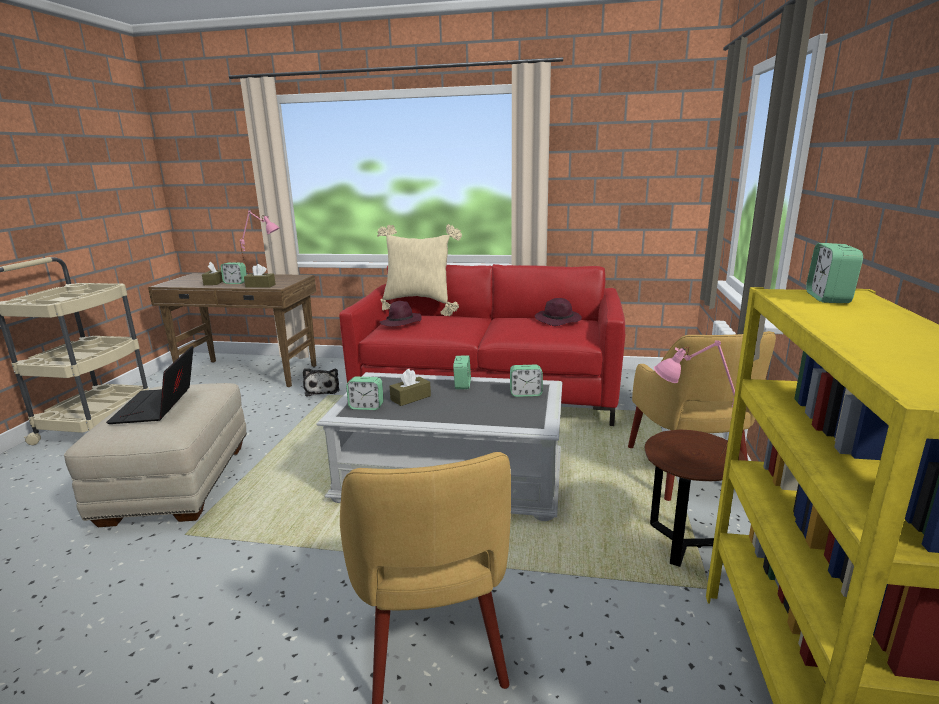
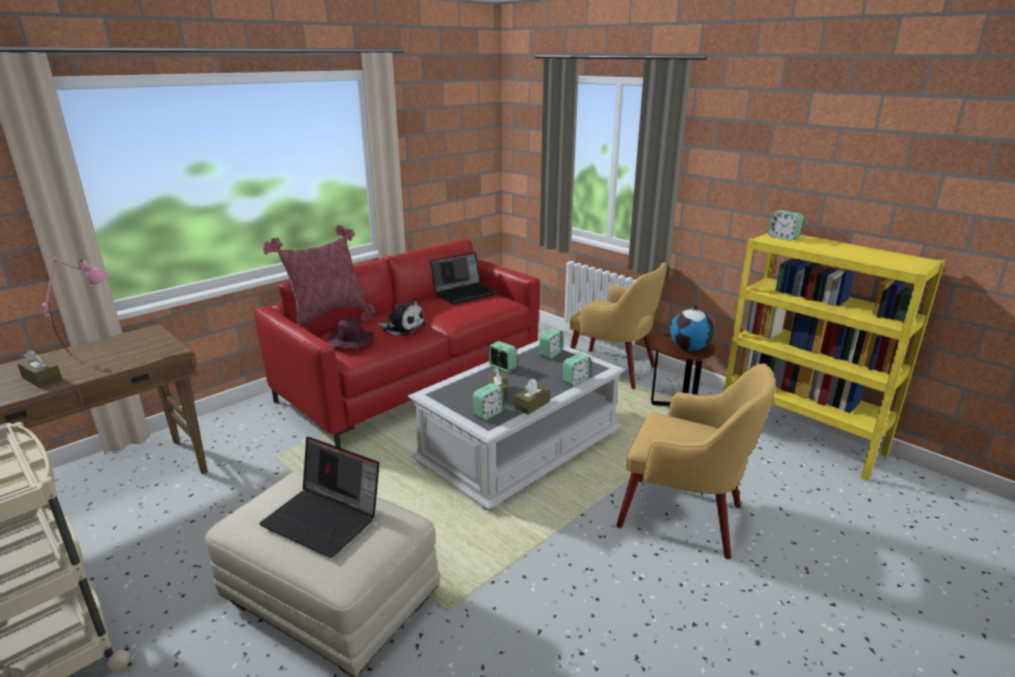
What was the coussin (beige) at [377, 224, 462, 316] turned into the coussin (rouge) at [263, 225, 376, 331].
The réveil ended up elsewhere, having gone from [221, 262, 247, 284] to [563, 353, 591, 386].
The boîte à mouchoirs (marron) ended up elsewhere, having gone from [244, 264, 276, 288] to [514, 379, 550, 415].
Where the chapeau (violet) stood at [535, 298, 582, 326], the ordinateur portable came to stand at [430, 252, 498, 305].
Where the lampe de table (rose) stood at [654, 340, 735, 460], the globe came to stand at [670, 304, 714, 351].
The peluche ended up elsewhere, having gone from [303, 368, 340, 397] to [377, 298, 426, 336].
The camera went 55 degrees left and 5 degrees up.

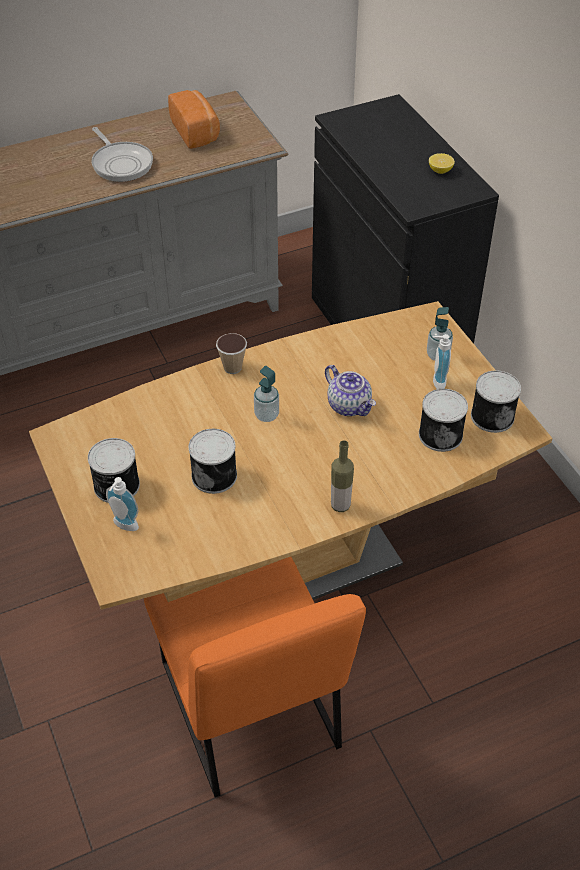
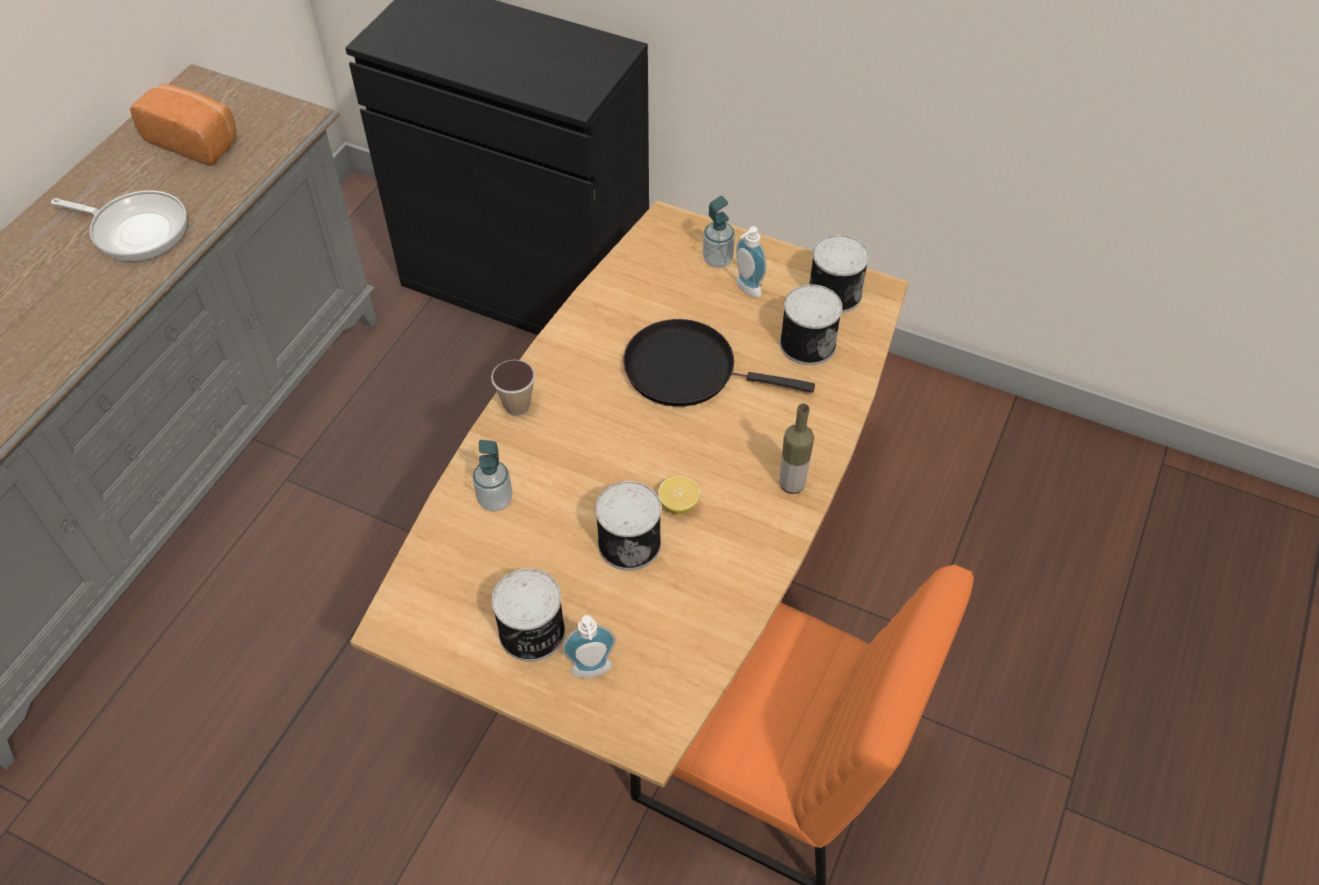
The citron ended up elsewhere, having gone from [429, 153, 455, 174] to [658, 476, 700, 514].
Where the théière stood at [325, 365, 376, 416], the poêle (noir) came to stand at [623, 319, 815, 407].
The distributeur de savon ended up elsewhere, having gone from [254, 366, 279, 422] to [473, 440, 513, 512].
The camera went 40 degrees left and 5 degrees up.

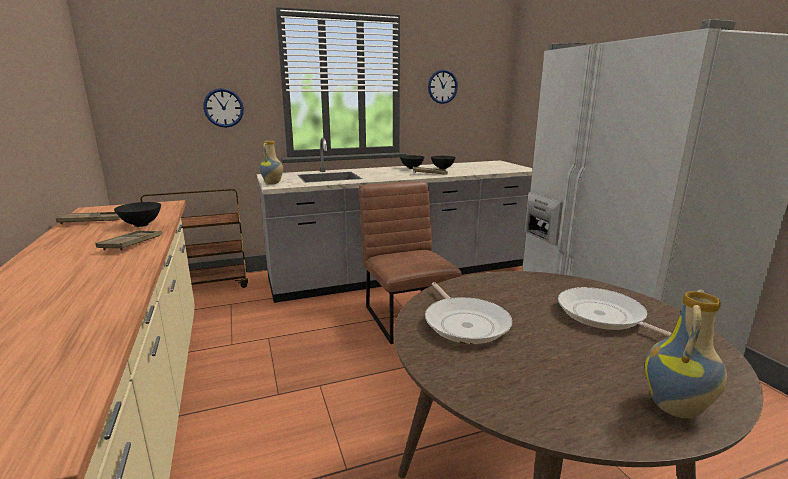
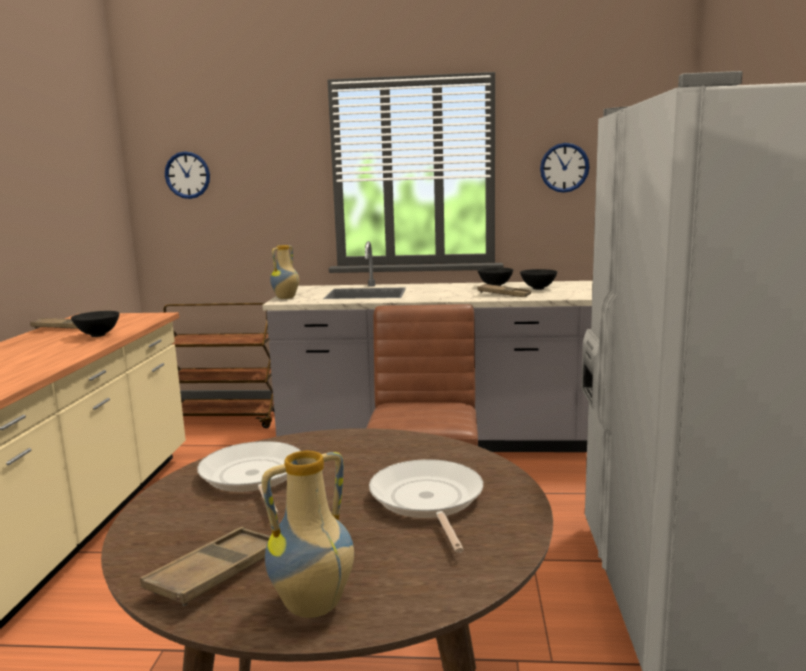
The horloge murale ended up elsewhere, having gone from [204, 88, 244, 128] to [165, 151, 210, 199].
The plateau (marron) ended up elsewhere, having gone from [95, 230, 162, 251] to [140, 527, 270, 606].
The poêle at [425, 282, 512, 344] ended up facing another way, 150 degrees clockwise from before.
The camera went 25 degrees right and 5 degrees down.

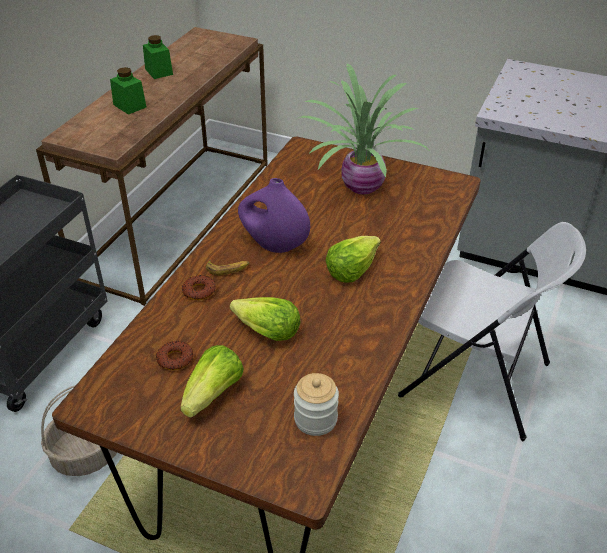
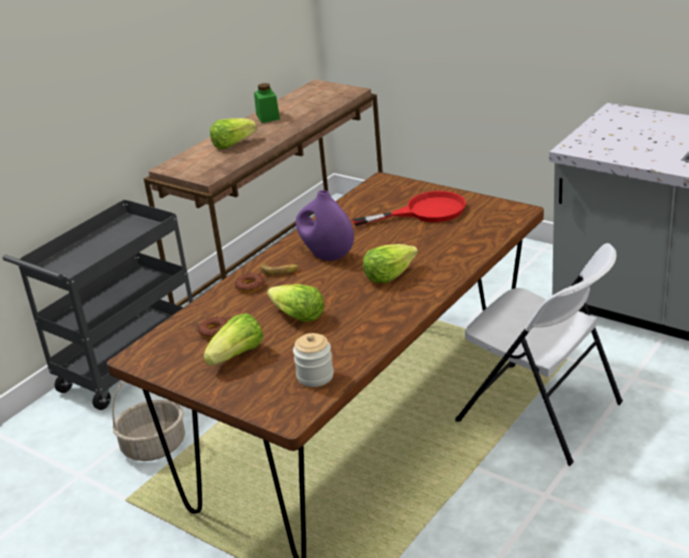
Where the plante en pot stood at [299, 64, 430, 194], the poêle (rouge) came to stand at [352, 191, 466, 226].
Where the bocal (vert) stood at [110, 67, 146, 115], the laitue came to stand at [210, 118, 257, 149].
The camera went 15 degrees right and 10 degrees down.

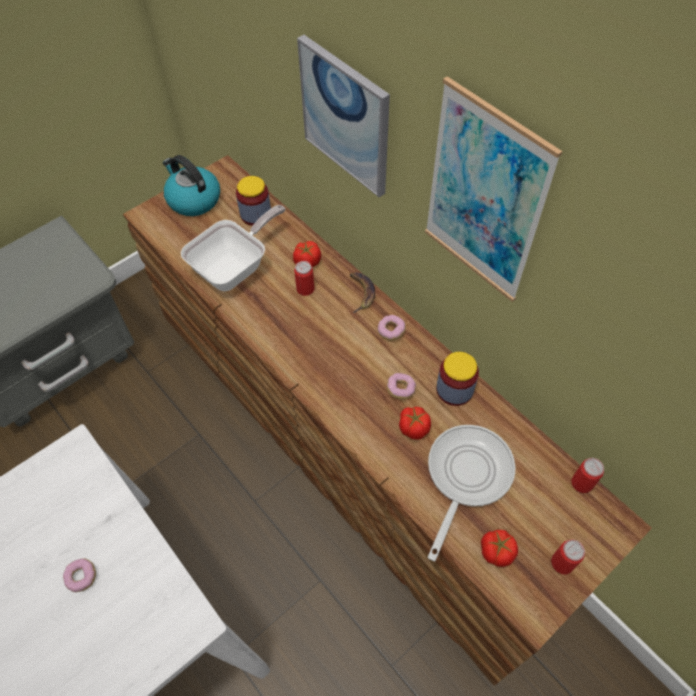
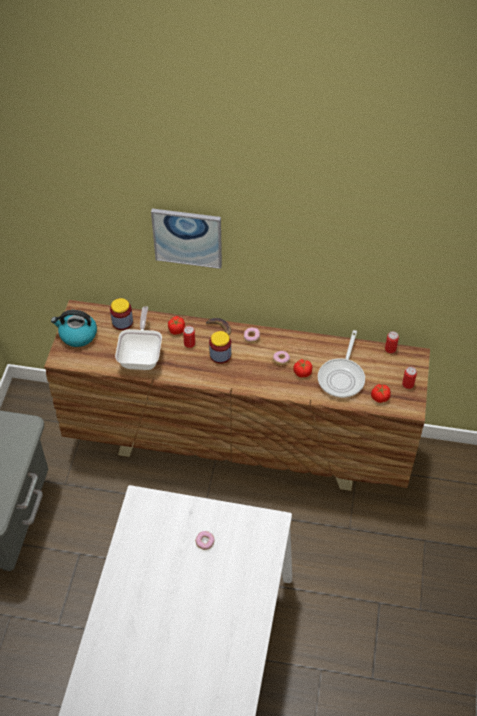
The second view lost the tableau at [425, 76, 563, 302].
The bocal ended up elsewhere, having gone from [436, 352, 479, 406] to [209, 331, 231, 364].
The poêle at [428, 425, 515, 561] ended up facing another way, 150 degrees counterclockwise from before.
The camera went 40 degrees left and 5 degrees down.

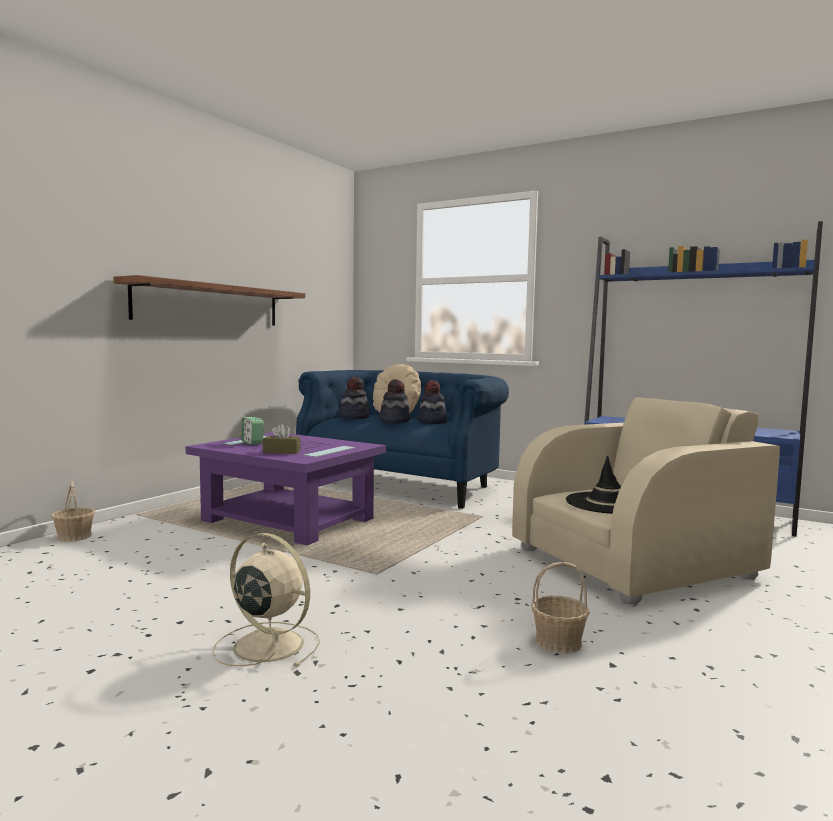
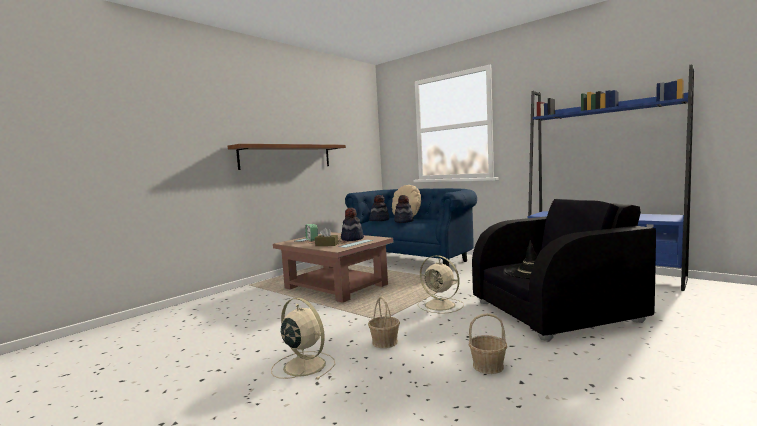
The chapeau ended up elsewhere, having gone from [417, 380, 447, 424] to [341, 208, 364, 241].
What was the fauteuil (beige) at [512, 397, 780, 605] turned into the fauteuil (noir) at [472, 199, 656, 341].
What was the table basse (violet) at [186, 432, 386, 545] turned into the table basse (marron) at [273, 232, 394, 303].
The panier ended up elsewhere, having gone from [51, 482, 95, 542] to [368, 297, 400, 348].
The second view gained the ventilateur (beige) at [418, 255, 464, 314].
The camera went 10 degrees right and 0 degrees up.

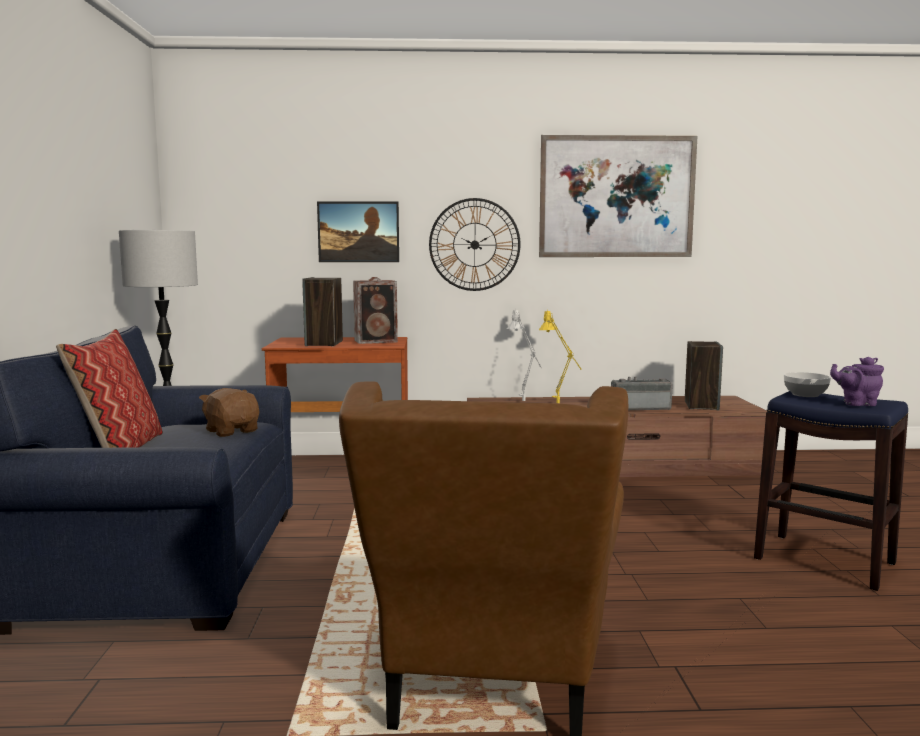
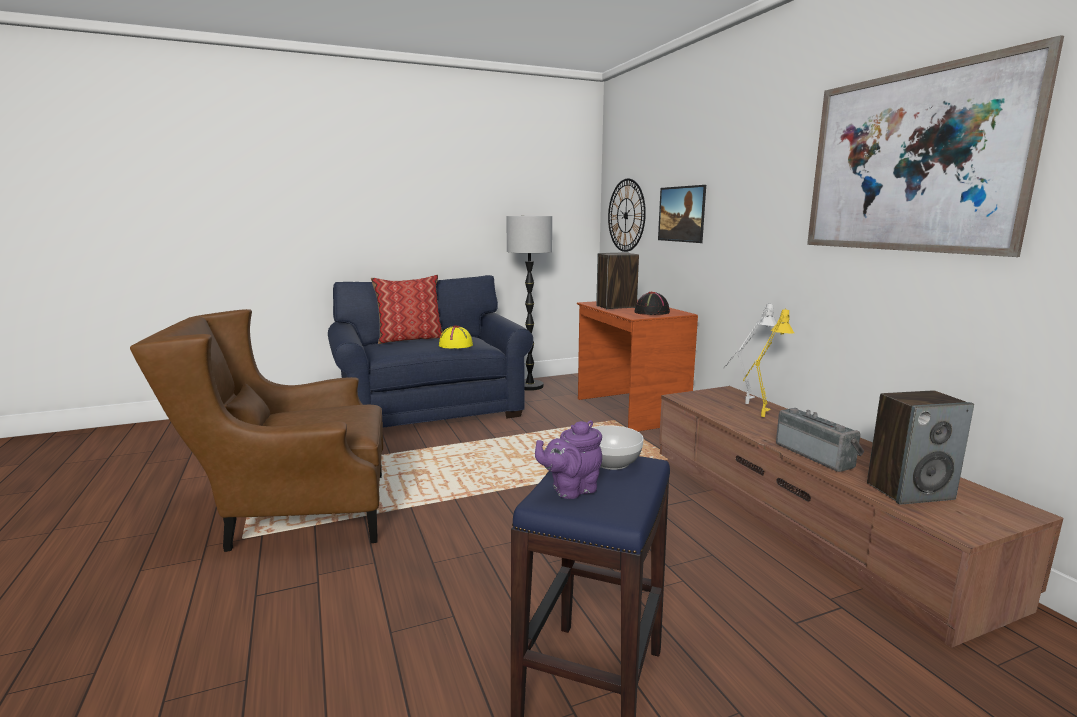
The horloge murale ended up elsewhere, having gone from [429, 198, 521, 291] to [608, 179, 646, 252].
Where the enceinte stood at [353, 277, 398, 344], the chapeau (noir) came to stand at [634, 291, 670, 315].
The théière (violet) at [830, 357, 884, 406] ended up facing another way, 105 degrees counterclockwise from before.
Where the peluche (marron) stood at [199, 388, 260, 437], the chapeau (jaune) came to stand at [439, 325, 473, 349].
The camera went 70 degrees right and 5 degrees up.

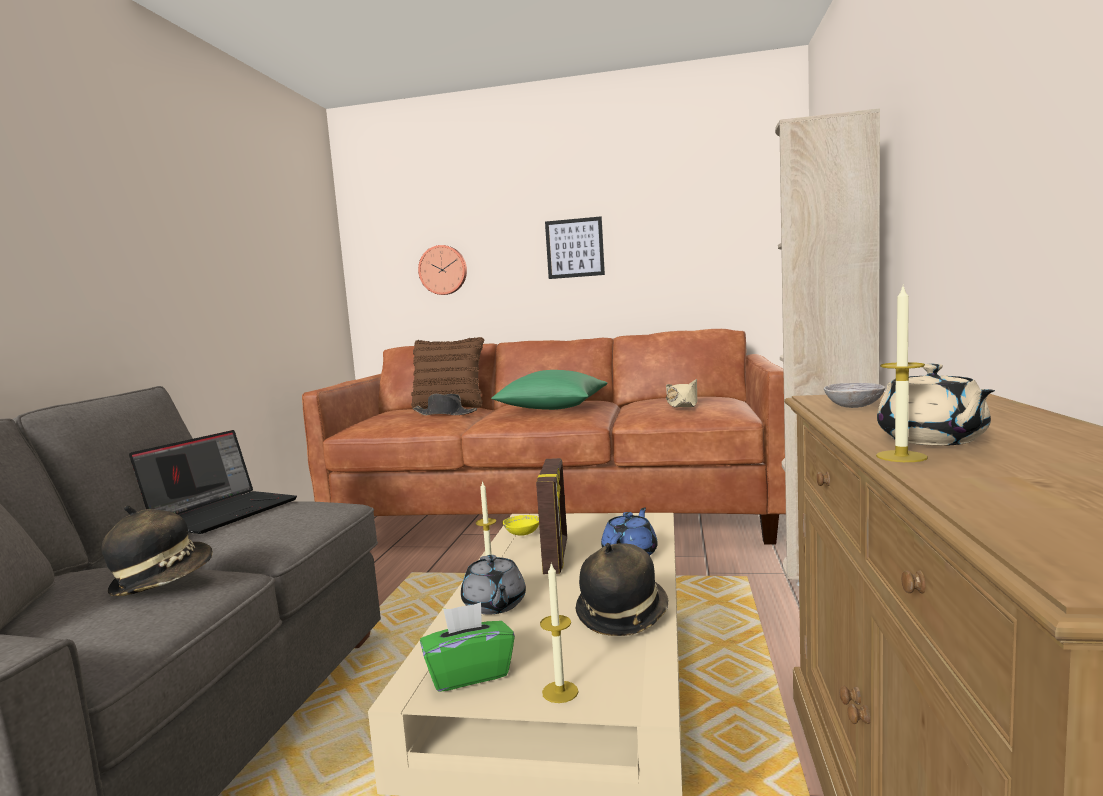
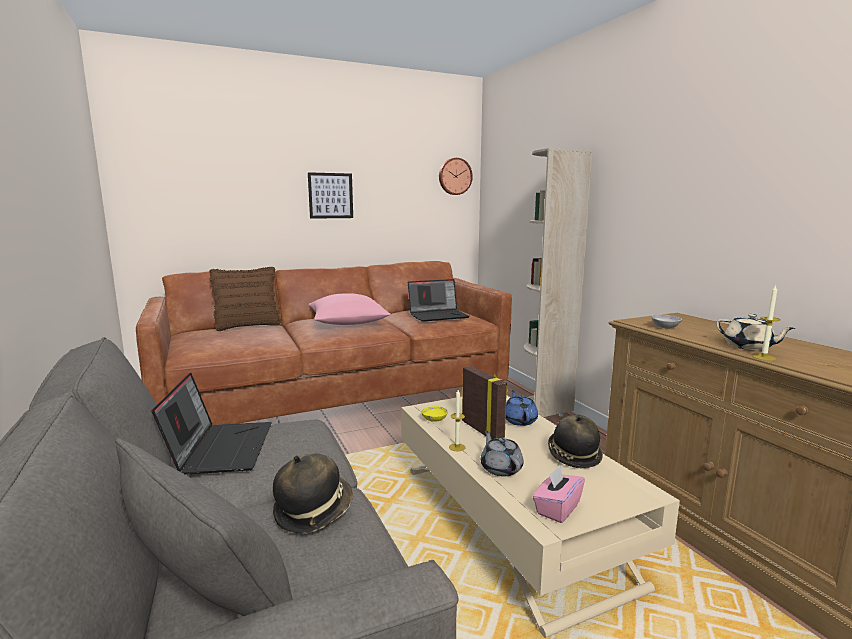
The horloge murale ended up elsewhere, having gone from [418, 245, 467, 295] to [439, 158, 473, 195].
What was the coussin (vert) at [491, 370, 608, 410] turned into the coussin (rose) at [308, 293, 391, 325].
Where the chapeau (beige) stood at [666, 379, 697, 408], the ordinateur portable came to stand at [408, 279, 470, 322].
The second view lost the chapeau (noir) at [413, 394, 477, 415].
The théière (gris) at [461, 555, 526, 614] ended up facing another way, 150 degrees counterclockwise from before.
The second view lost the bougie at [540, 562, 578, 703].
What was the boîte à mouchoirs (vert) at [420, 602, 515, 692] turned into the boîte à mouchoirs (rose) at [533, 466, 585, 523].
The camera went 35 degrees left and 5 degrees up.

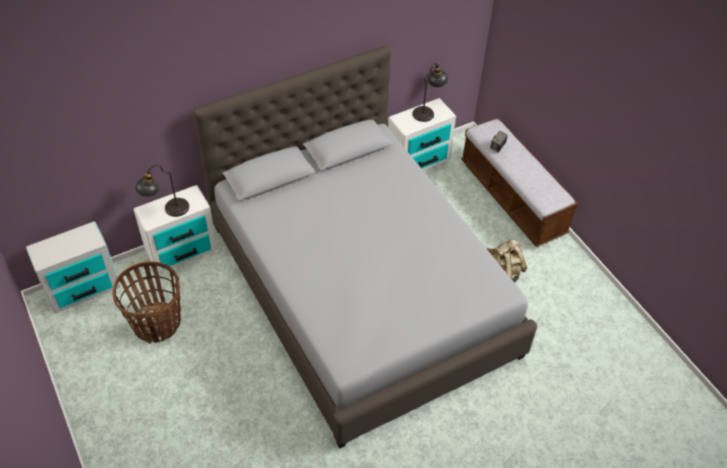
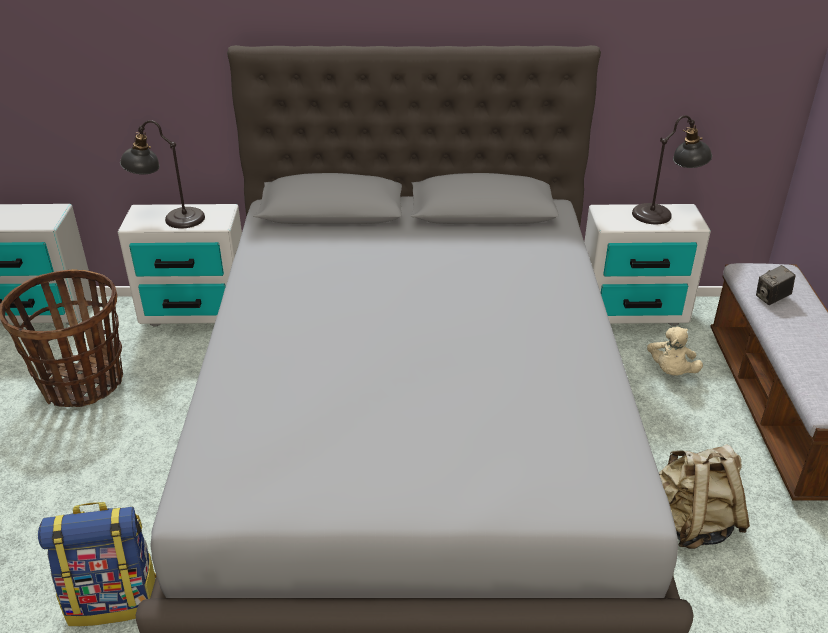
The second view gained the peluche (beige) at [647, 327, 703, 375].
The second view gained the sac à dos at [38, 502, 156, 626].
The camera went 30 degrees right and 15 degrees down.

